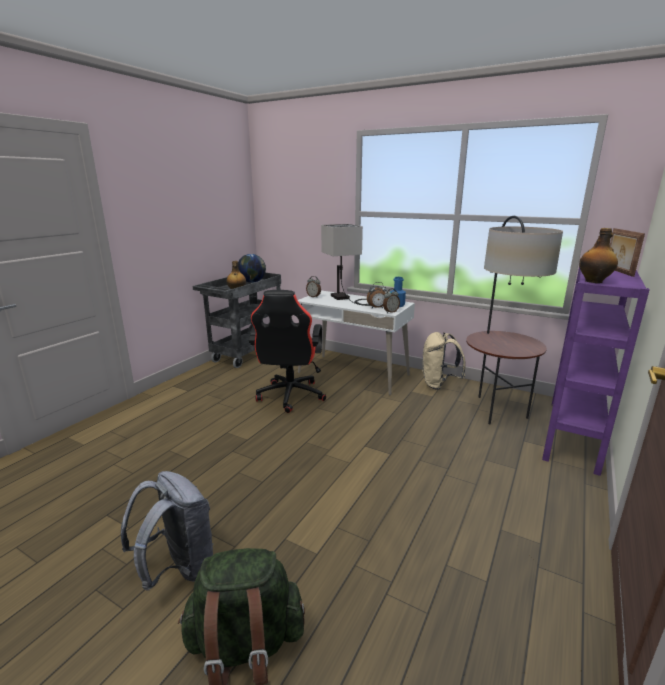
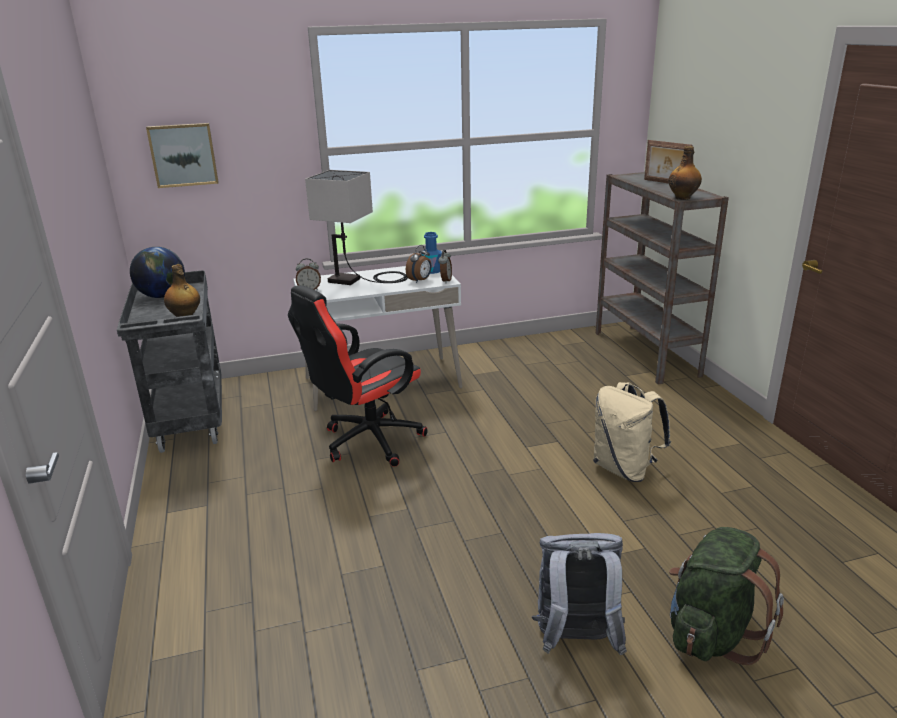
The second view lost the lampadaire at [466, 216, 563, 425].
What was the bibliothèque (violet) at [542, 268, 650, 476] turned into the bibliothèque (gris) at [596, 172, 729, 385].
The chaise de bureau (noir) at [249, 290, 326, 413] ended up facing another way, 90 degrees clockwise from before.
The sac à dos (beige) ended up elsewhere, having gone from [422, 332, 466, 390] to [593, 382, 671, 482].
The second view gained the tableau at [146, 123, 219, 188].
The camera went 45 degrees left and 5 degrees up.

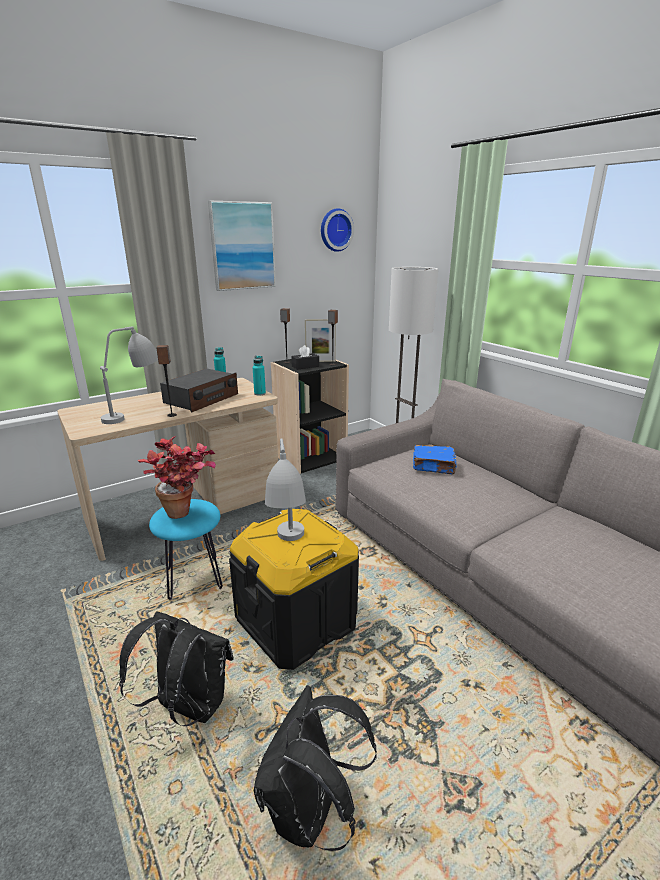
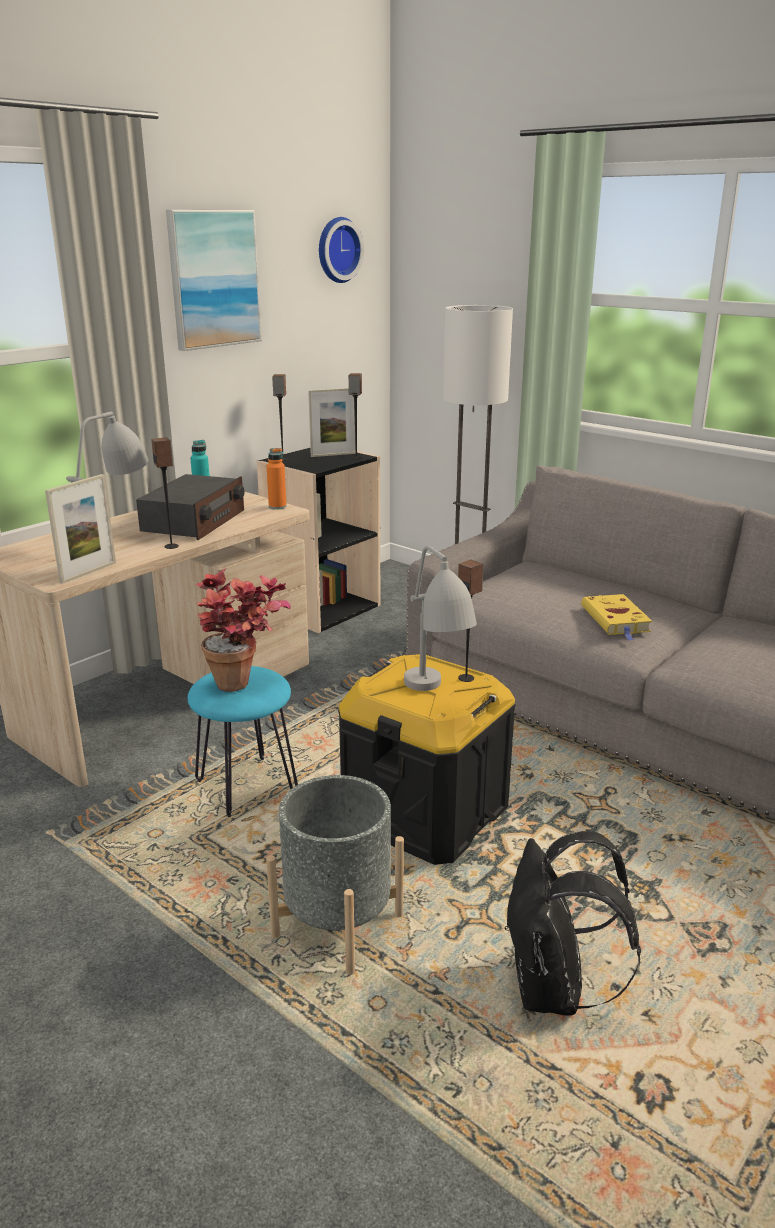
The second view lost the boîte à mouchoirs (noir) at [291, 345, 319, 370].
What was the bouteille (turquoise) at [253, 356, 266, 396] turned into the bouteille (orange) at [267, 448, 286, 510].
The second view lost the livre (bleu) at [413, 445, 457, 474].
Where the sac à dos (noir) stood at [119, 611, 234, 726], the cache-pot (gris) came to stand at [266, 775, 404, 975].
The second view gained the cadre photo at [45, 474, 116, 584].
The second view gained the enceinte at [458, 560, 484, 682].
The second view gained the livre (jaune) at [581, 594, 652, 640].
The camera went 15 degrees left and 0 degrees up.

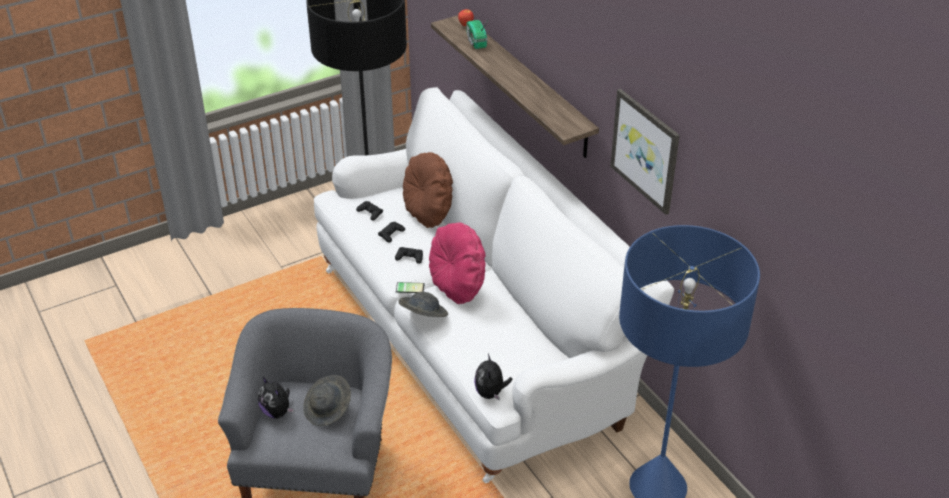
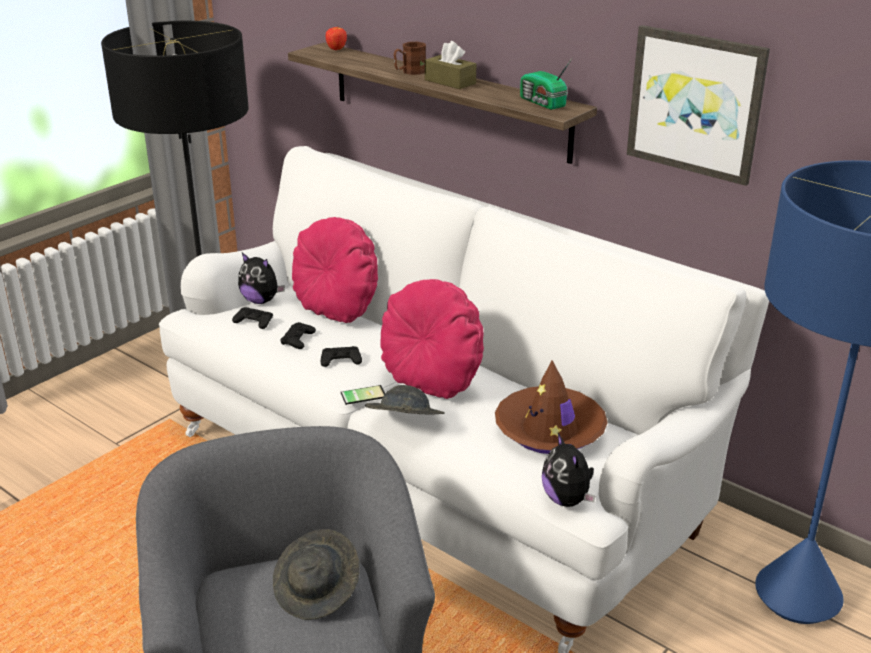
The radio ended up elsewhere, having gone from [467, 20, 487, 49] to [520, 57, 573, 110].
What was the coussin (marron) at [403, 152, 453, 228] turned into the coussin (rose) at [292, 217, 378, 323].
The peluche ended up elsewhere, having gone from [258, 376, 294, 418] to [238, 253, 285, 304].
The second view gained the boîte à mouchoirs (marron) at [425, 41, 476, 89].
The second view gained the mug (marron) at [394, 42, 426, 75].
The second view gained the chapeau (marron) at [495, 360, 608, 454].
The camera went 20 degrees left and 10 degrees down.

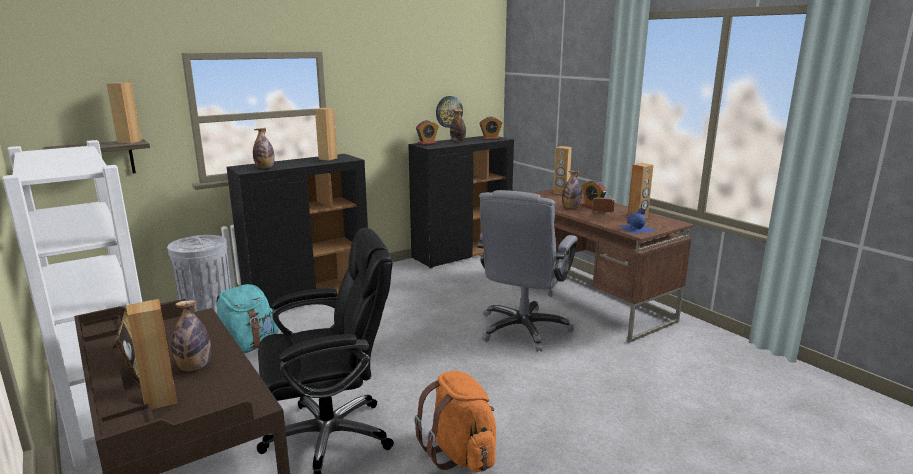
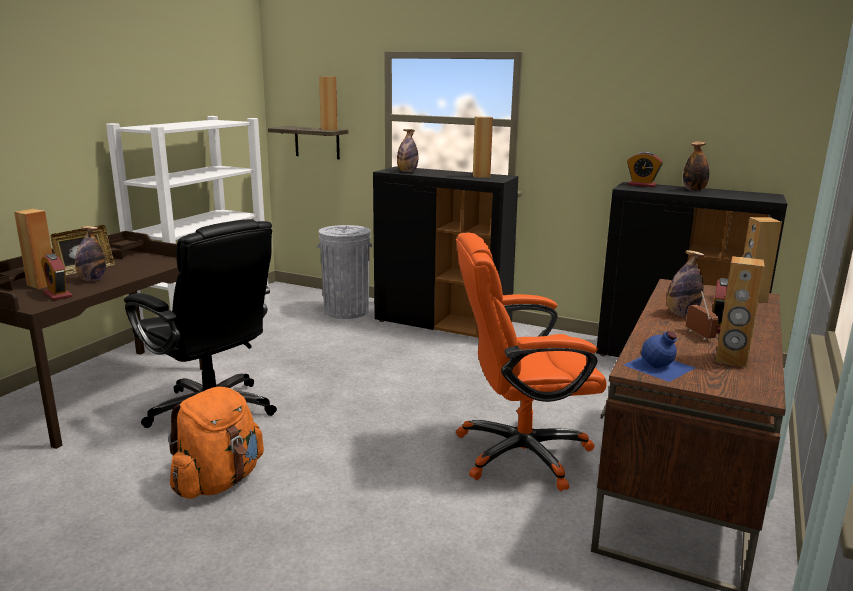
The second view lost the horloge murale at [436, 96, 463, 128].
The réveil ended up elsewhere, having gone from [480, 117, 502, 140] to [41, 254, 72, 300].
What was the chaise de bureau (gris) at [477, 190, 578, 352] turned into the chaise de bureau (orange) at [456, 233, 607, 491].
The second view lost the sac à dos (turquoise) at [216, 284, 279, 353].
The camera went 60 degrees right and 0 degrees up.

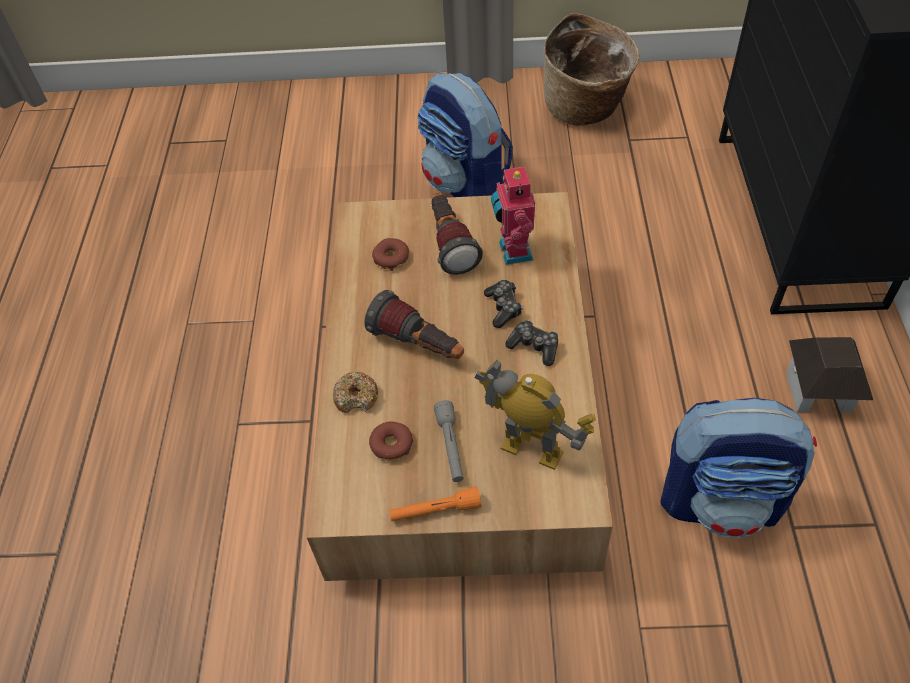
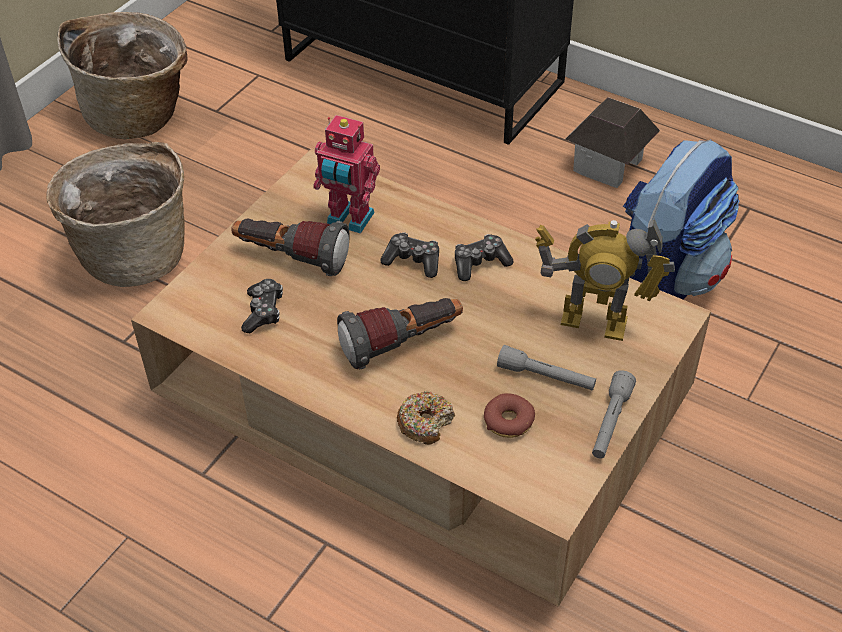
Where the sac à dos stood at [417, 72, 513, 197], the panier came to stand at [46, 142, 185, 287].
Where the beignet stood at [372, 238, 409, 271], the manette came to stand at [241, 279, 283, 333].
The robot jouet at [475, 359, 596, 470] ended up facing another way, 135 degrees counterclockwise from before.
What was the lampe de poche (orange) at [389, 486, 482, 521] turned into the lampe de poche (gris) at [592, 370, 636, 458].
The camera went 60 degrees left and 5 degrees down.

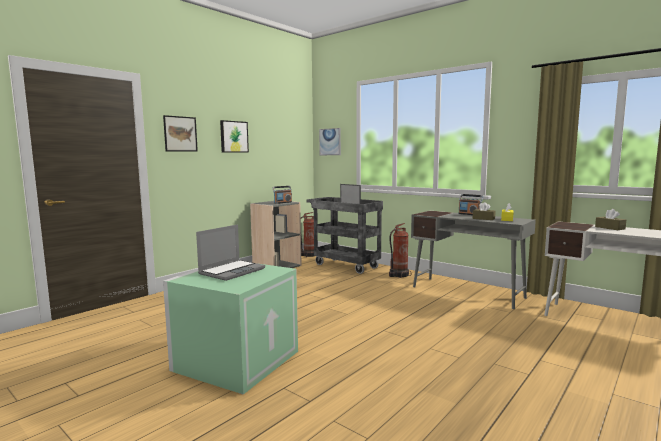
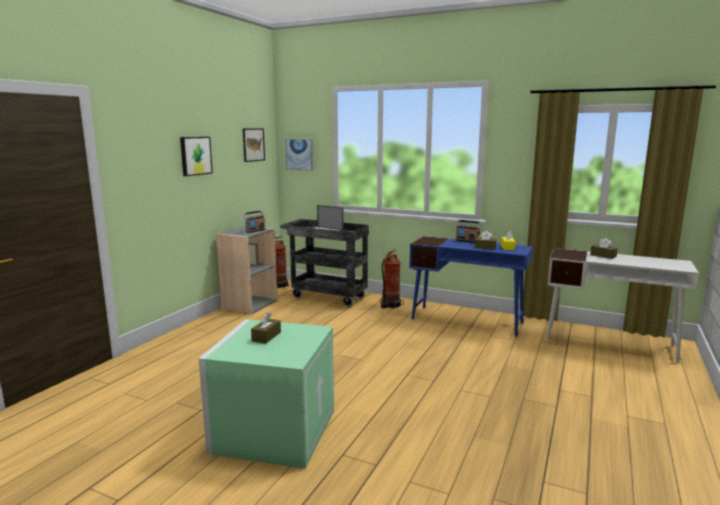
The tableau ended up elsewhere, having gone from [163, 115, 198, 151] to [243, 128, 265, 162].
What was the bureau (gris) at [411, 211, 536, 309] turned into the bureau (bleu) at [409, 236, 533, 337].
Where the ordinateur portable stood at [196, 224, 265, 281], the boîte à mouchoirs (marron) came to stand at [251, 312, 281, 344].
The camera went 15 degrees left and 5 degrees up.

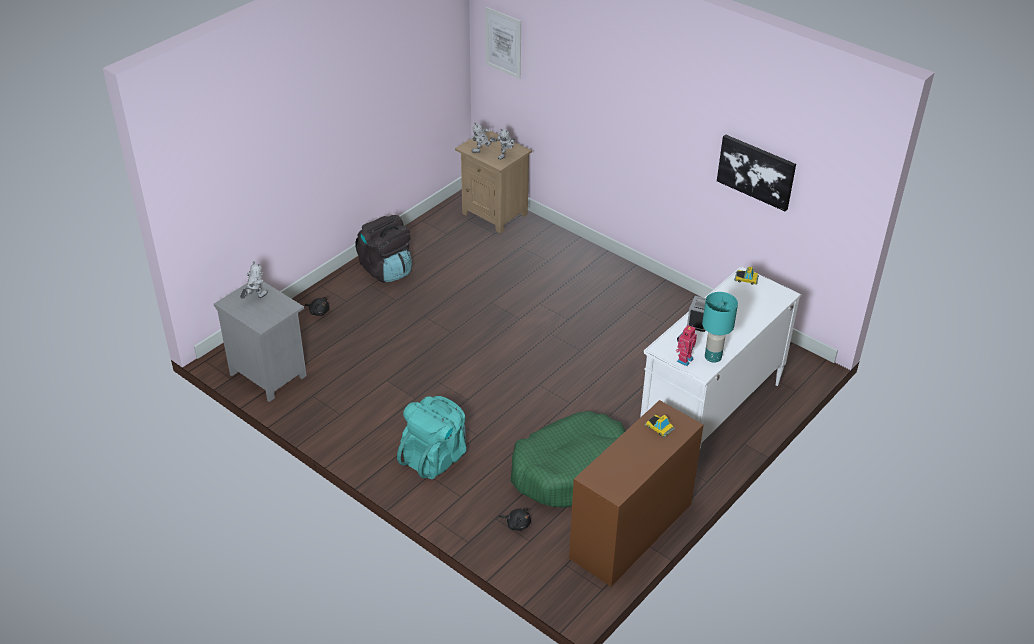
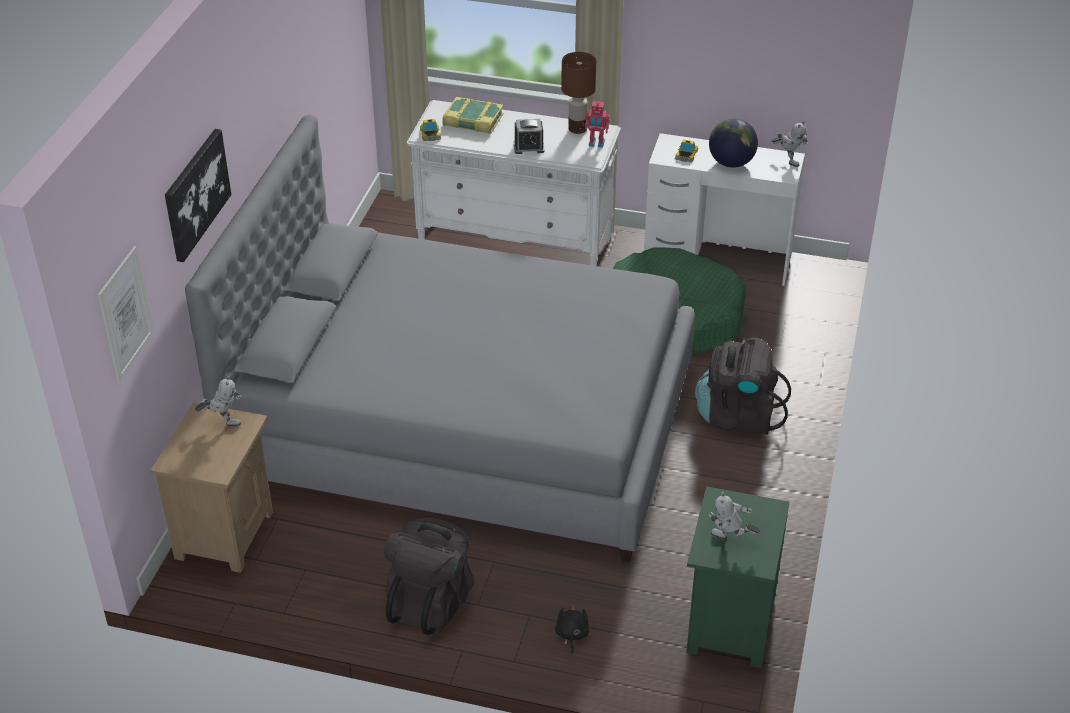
The robot jouet ended up elsewhere, having gone from [471, 122, 497, 153] to [772, 121, 808, 167].
The tableau ended up elsewhere, having gone from [717, 134, 796, 211] to [165, 129, 231, 262].
What was the table de chevet (gris) at [214, 281, 307, 402] turned into the table de chevet (vert) at [686, 486, 790, 668].
What was the lampe de table (turquoise) at [702, 292, 738, 363] turned into the lampe de table (marron) at [561, 52, 596, 134].
What was the sac à dos (turquoise) at [397, 396, 466, 479] turned into the sac à dos (noir) at [695, 338, 791, 435].
What was the bureau (marron) at [569, 400, 704, 586] turned into the bureau (blanc) at [644, 133, 805, 286].
The second view lost the peluche (noir) at [499, 508, 531, 531].
The second view gained the livre at [442, 97, 503, 134].
The second view gained the lit (gris) at [185, 114, 695, 563].
The second view gained the globe at [709, 118, 758, 168].
The camera went 115 degrees left and 0 degrees up.

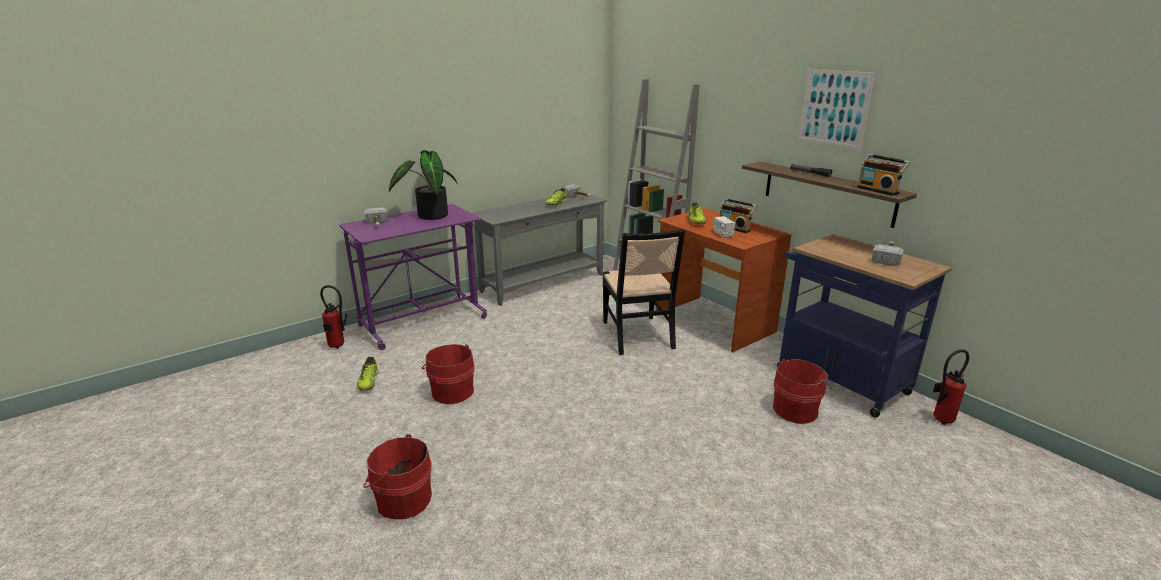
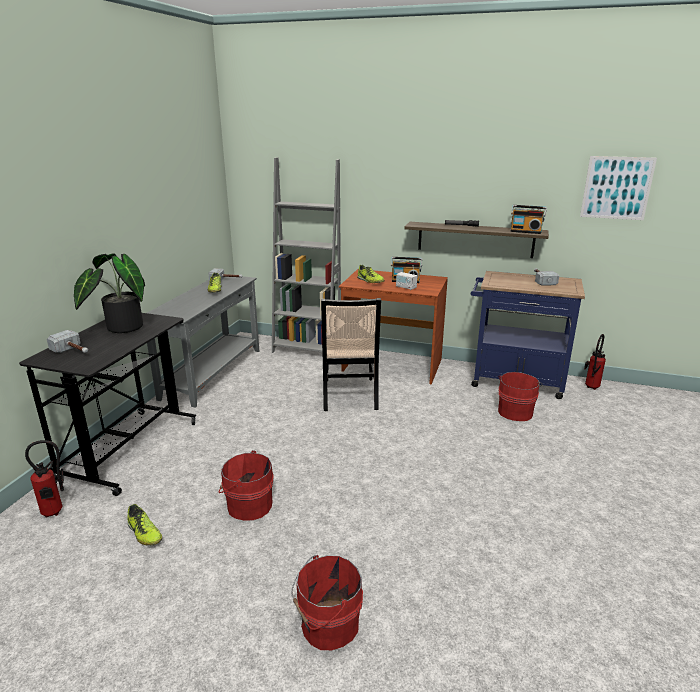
The tableau ended up elsewhere, having gone from [798, 69, 875, 149] to [580, 156, 657, 220].
What was the bureau (violet) at [339, 204, 487, 350] turned into the bureau (noir) at [19, 313, 196, 496].
The chaise at [603, 229, 685, 355] ended up facing another way, 45 degrees clockwise from before.
The camera went 35 degrees left and 0 degrees up.

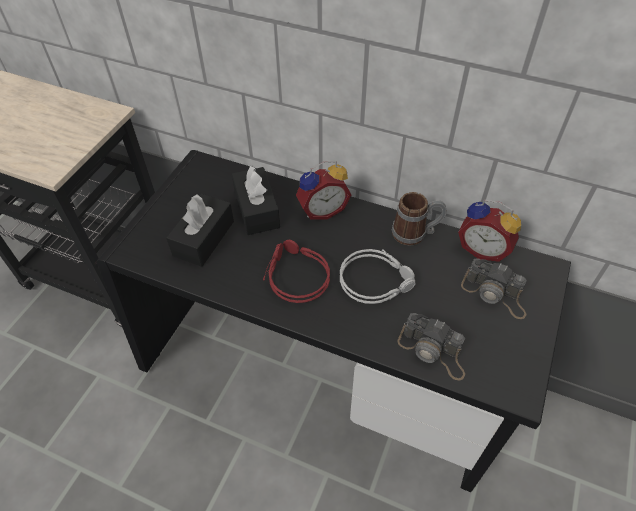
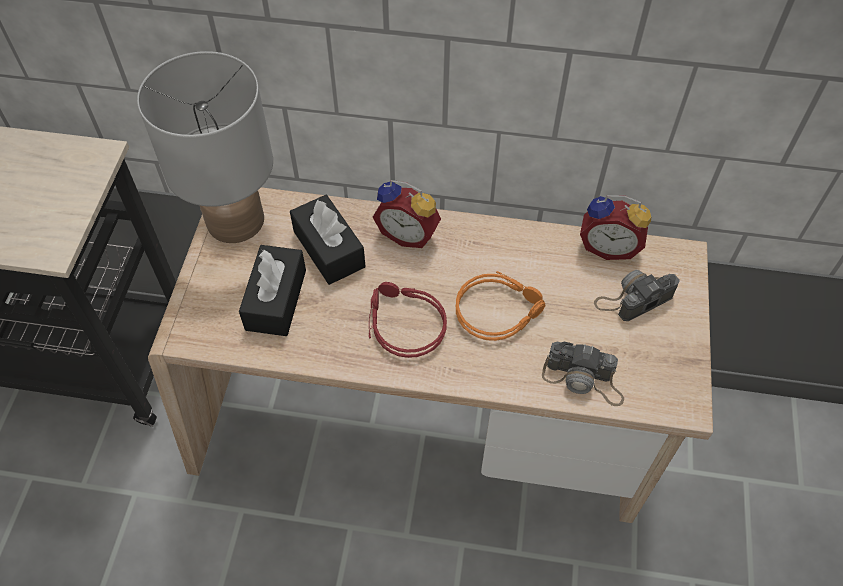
What was the bureau (noir) at [97, 150, 571, 492] turned into the bureau (beige) at [148, 187, 713, 523].
The réveil at [296, 161, 351, 220] ended up facing another way, 60 degrees clockwise from before.
The second view lost the mug at [392, 192, 446, 246].
What was the casque audio (gris) at [340, 249, 416, 304] turned into the casque audio (orange) at [456, 271, 545, 341].
The appareil photo at [461, 258, 527, 319] ended up facing another way, 135 degrees clockwise from before.
The second view gained the lampe de table (gris) at [137, 51, 273, 243].
The camera went 15 degrees left and 5 degrees up.

